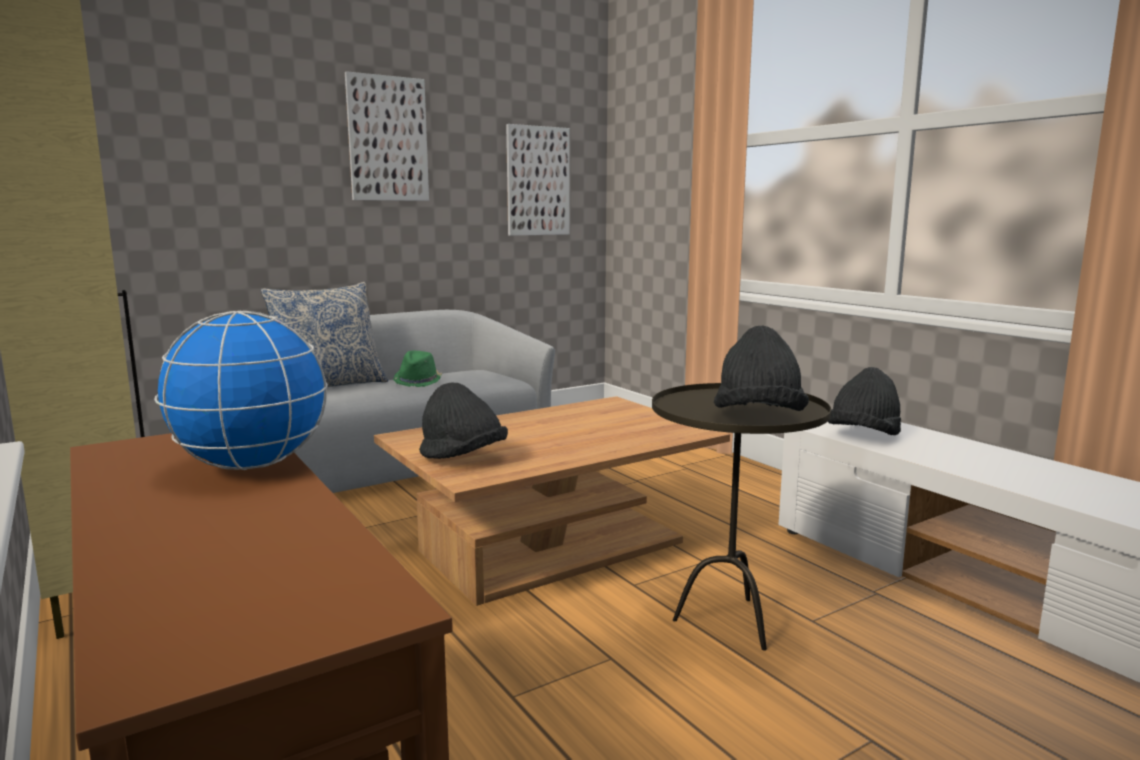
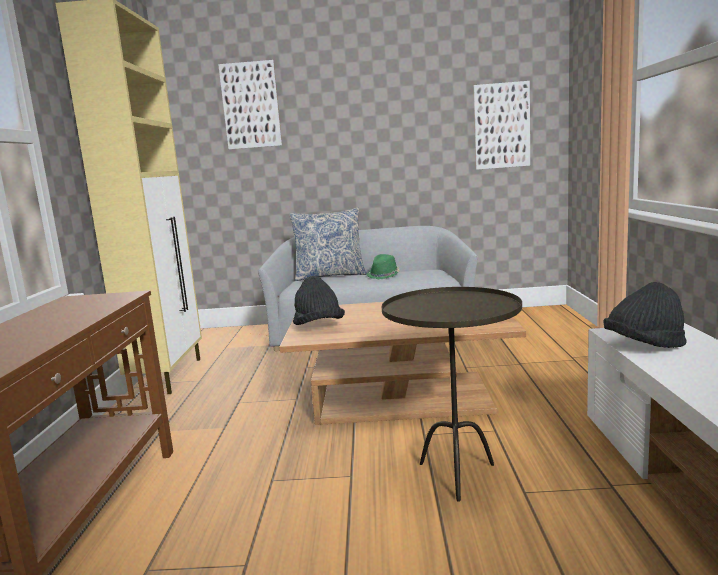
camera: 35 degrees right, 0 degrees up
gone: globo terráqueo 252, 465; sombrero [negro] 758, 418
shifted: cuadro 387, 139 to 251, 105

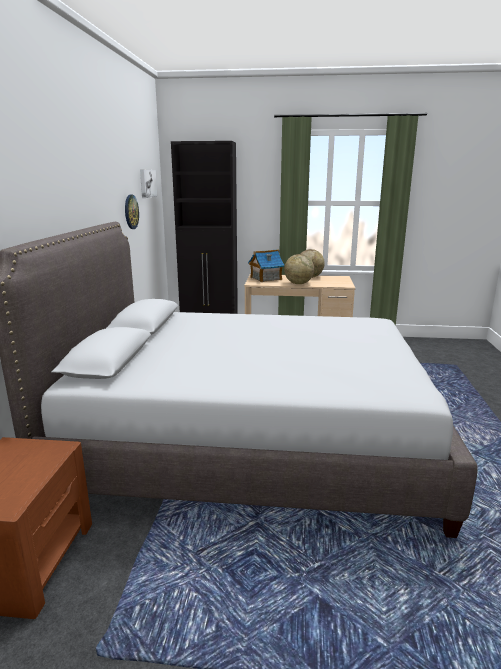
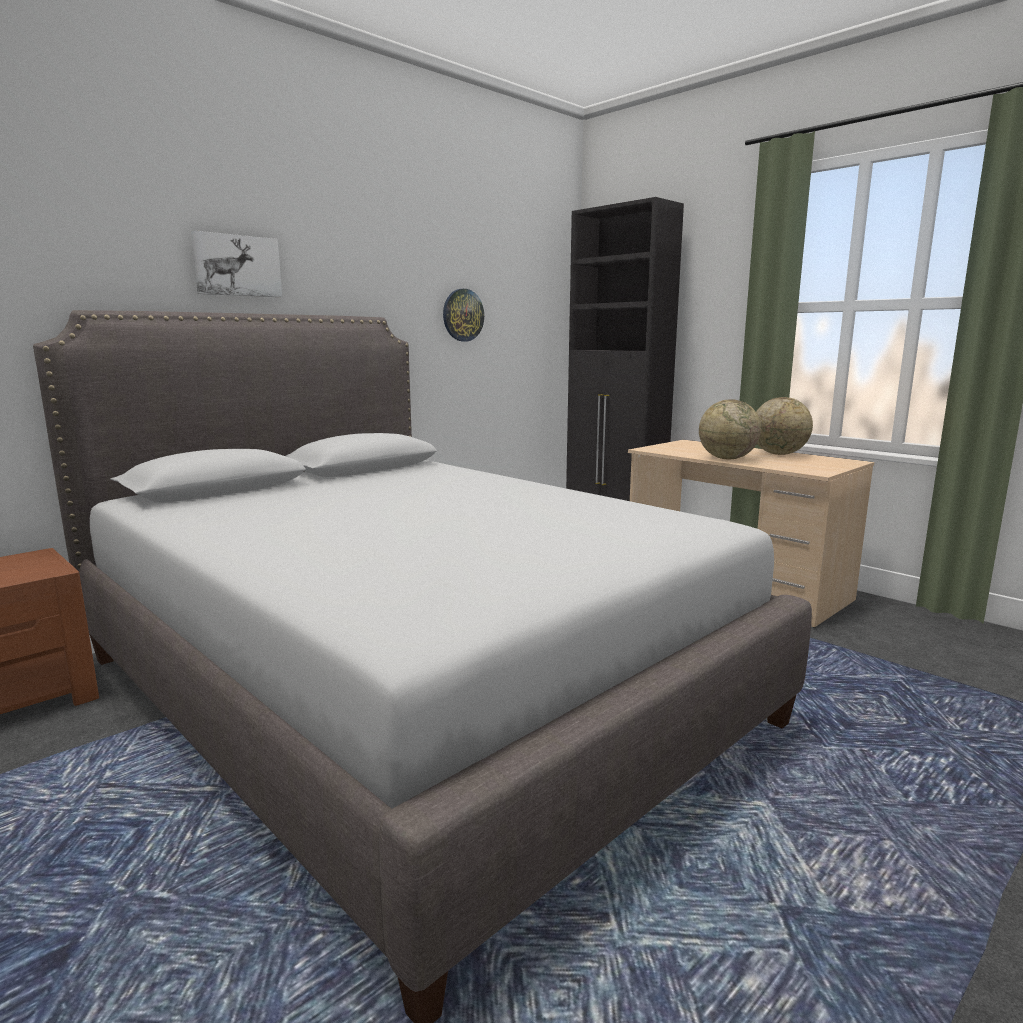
camera: 40 degrees right, 5 degrees down
gone: casita 265, 278
shifted: cuadro 147, 183 to 236, 265

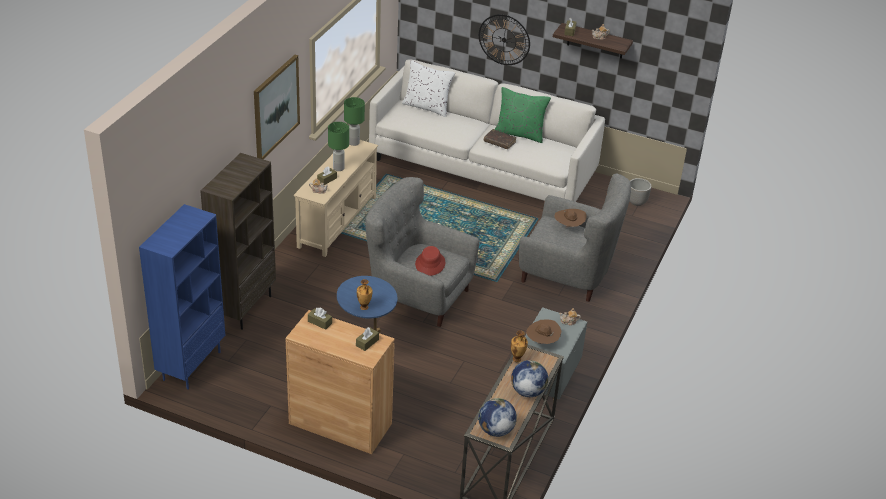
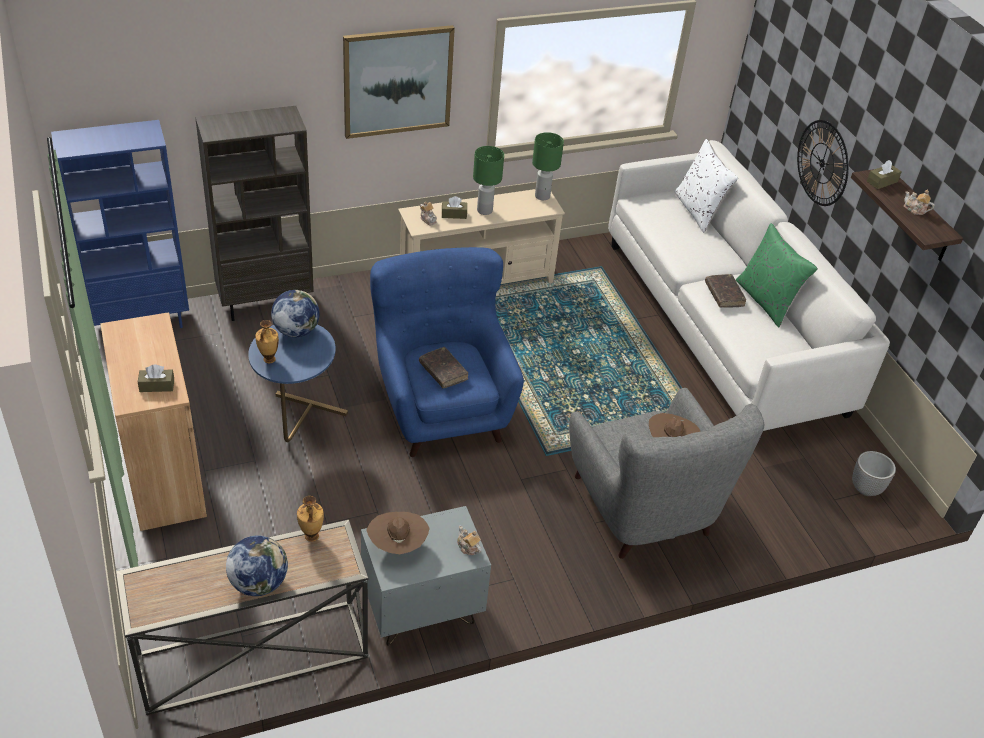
camera: 45 degrees right, 5 degrees up
gone: caja de pañuelos [marrón] 320, 322
shifted: globo terráqueo 495, 430 to 296, 331
swapped: sombrero [rojo] 430, 264 to libro [marrón] 443, 372
repainted: sillón [gris] 418, 295 to sillón [azul] 441, 408

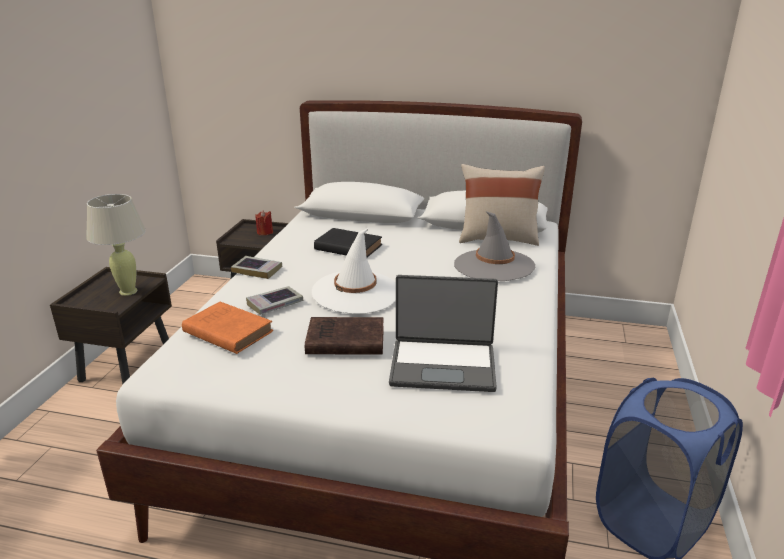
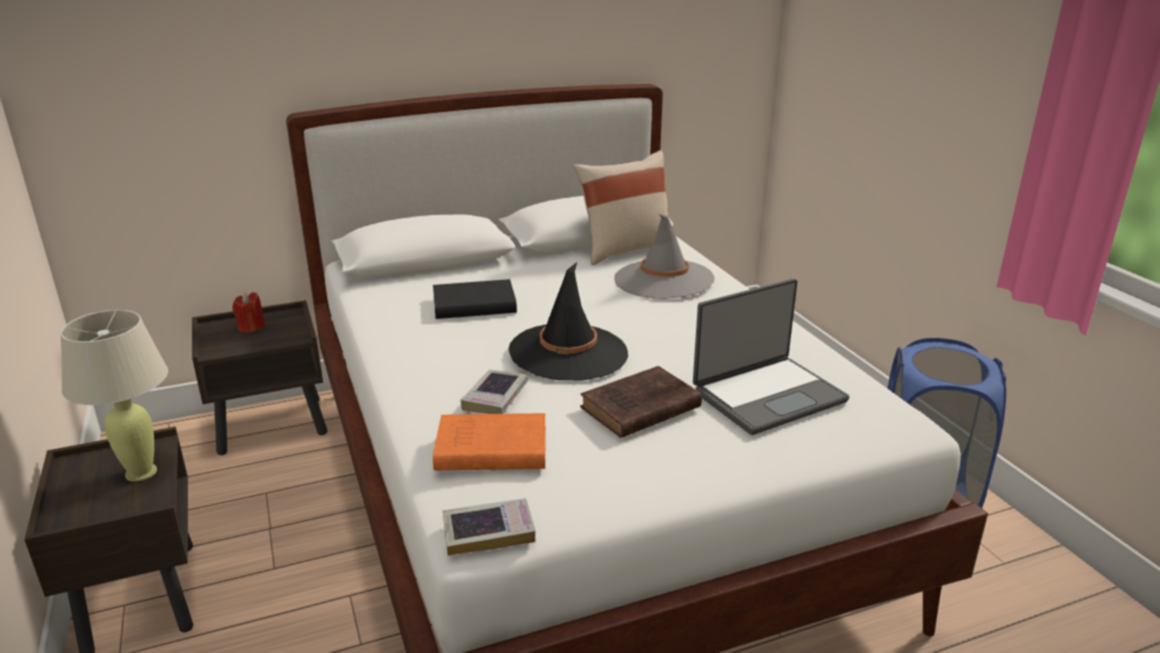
camera: 35 degrees left, 0 degrees up
shifted: libro 257, 270 to 488, 532
repainted: sombrero [blanco] 356, 292 to sombrero [negro] 568, 352

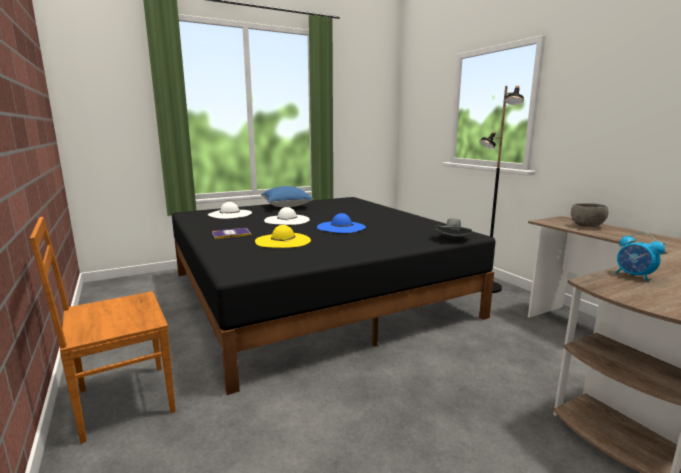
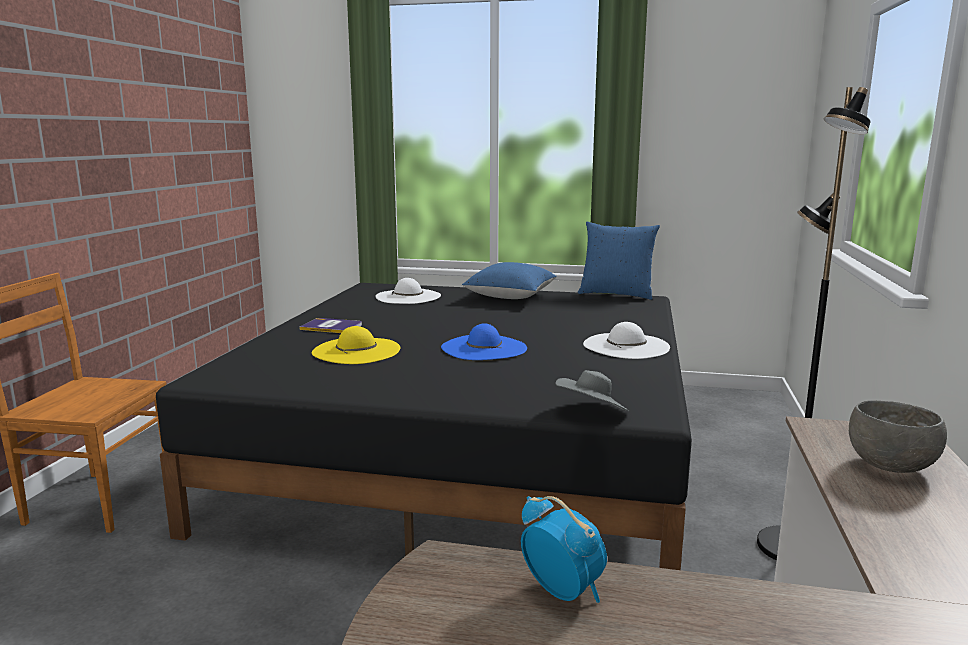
camera: 40 degrees right, 0 degrees up
new: cojín [azul] 616, 294
shifted: sombrero [blanco] 287, 220 to 626, 346
rotated: despertador 634, 276 = 562, 591 135 degrees clockwise

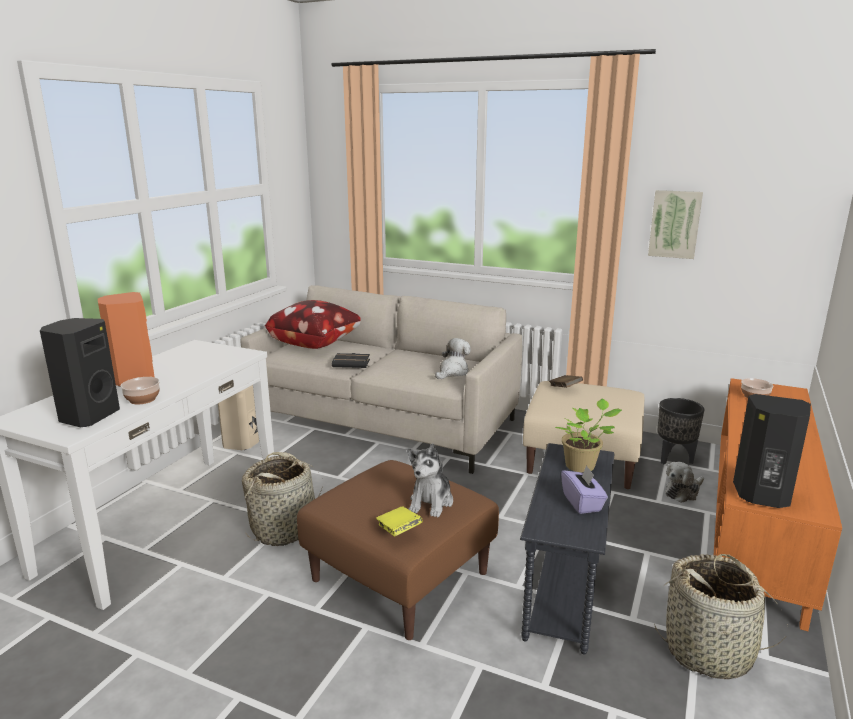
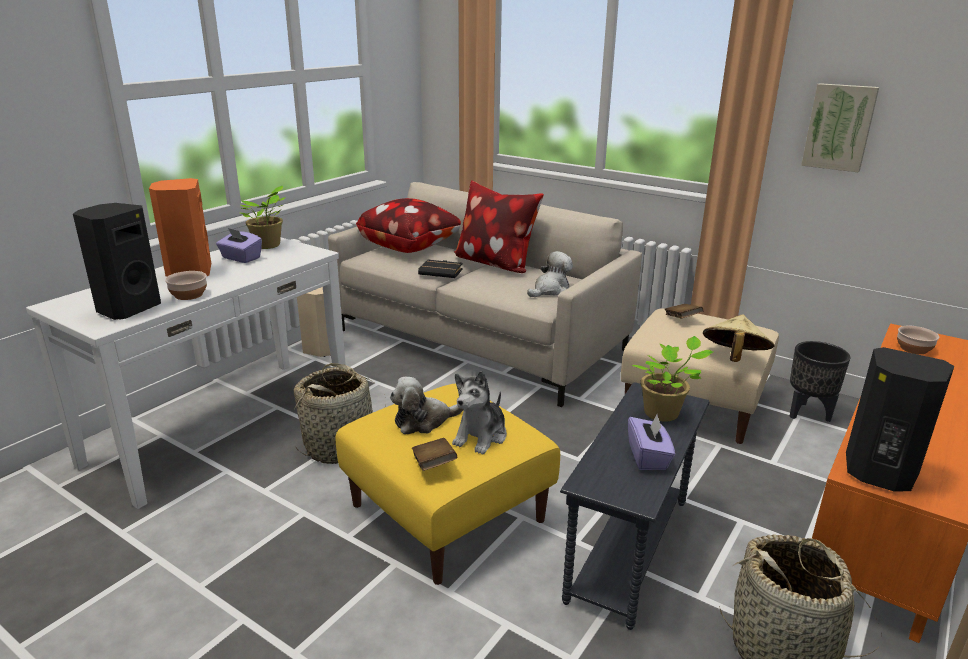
camera: 10 degrees right, 5 degrees up
new: caja de pañuelos [morado] 241, 258; planta en maceta 268, 246; cojín 495, 264; sombrero [beis] 733, 358
shifted: peluche 683, 492 to 424, 421
repainted: puf [marrón] 401, 576 to puf [amarillo] 449, 513; libro [amarillo] 399, 531 to libro [marrón] 434, 465

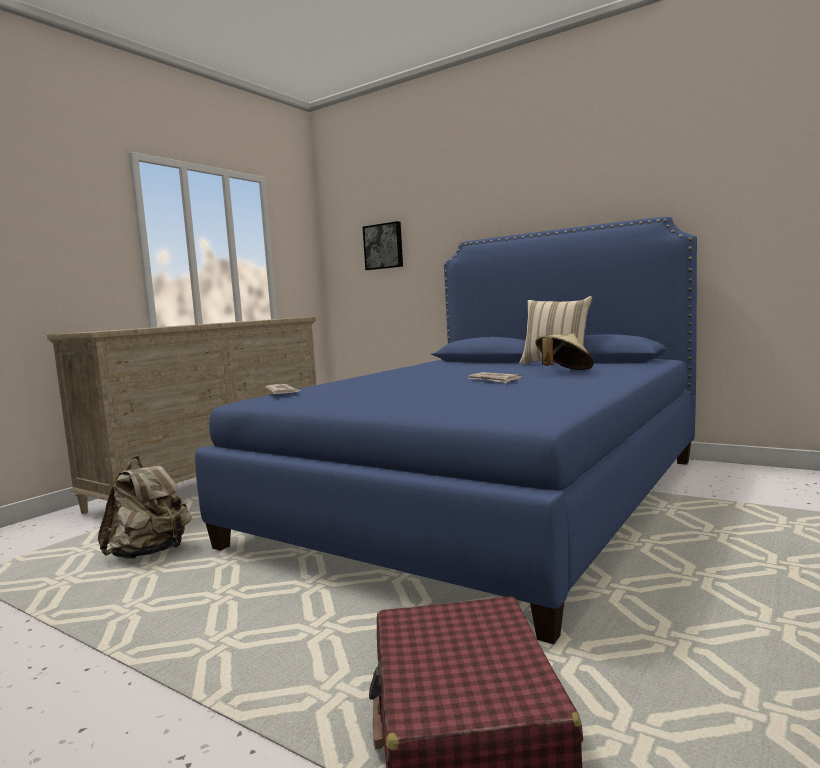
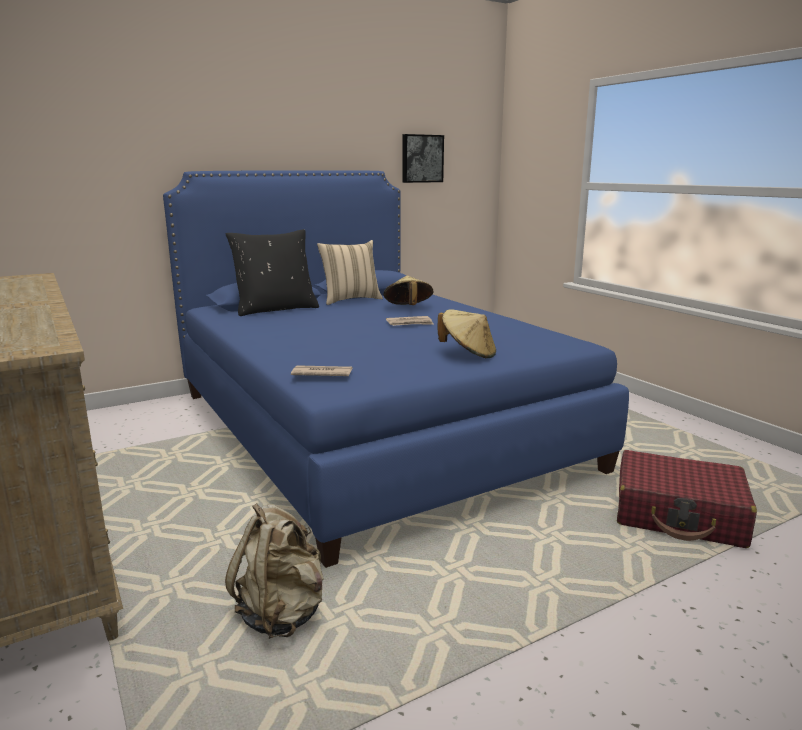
camera: 65 degrees left, 10 degrees up
new: cojín [negro] 275, 309; sombrero [beis] 468, 354
shifted: cuadro 384, 246 to 421, 158

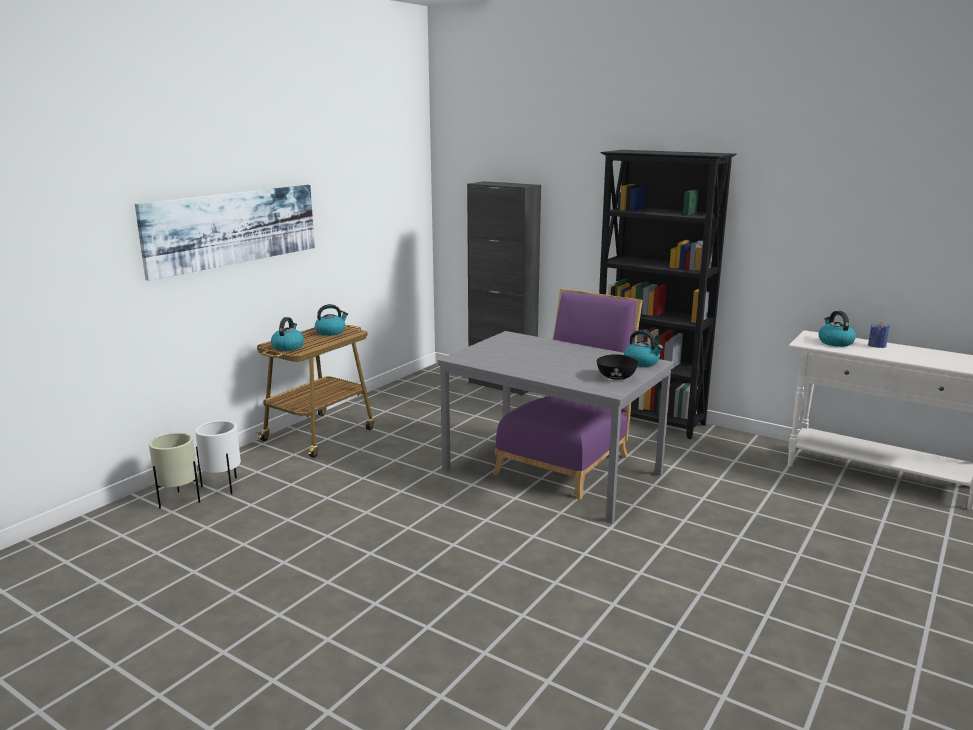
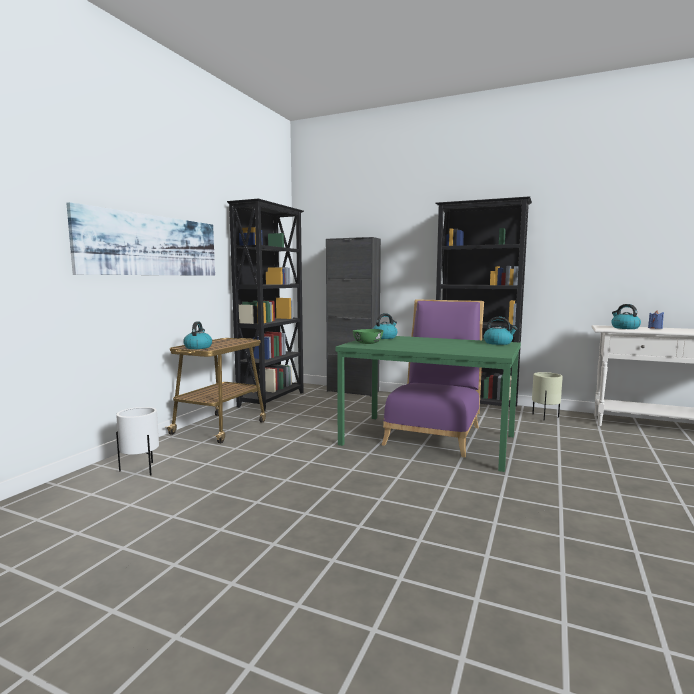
camera: 10 degrees left, 10 degrees down
gone: cuenco [negro] 616, 377
new: estantería [negro] 273, 399; cuenco [verde] 367, 343
shifted: hervidor 331, 332 to 384, 337; maceta [beis] 179, 501 to 545, 417
repainted: mesa de comedor [gris] 550, 472 to mesa de comedor [verde] 426, 440

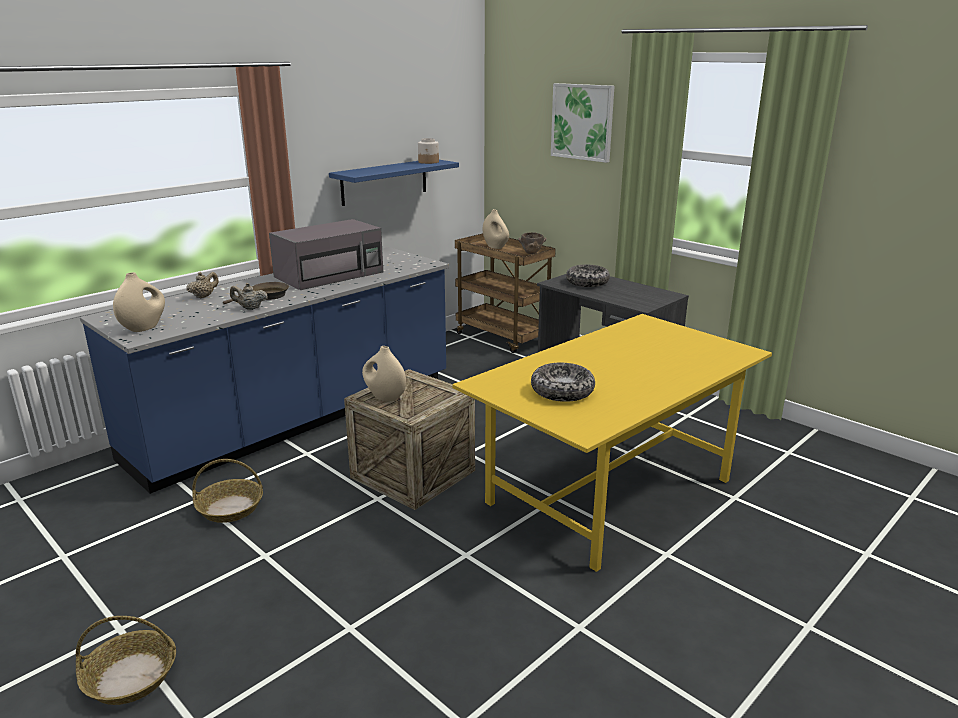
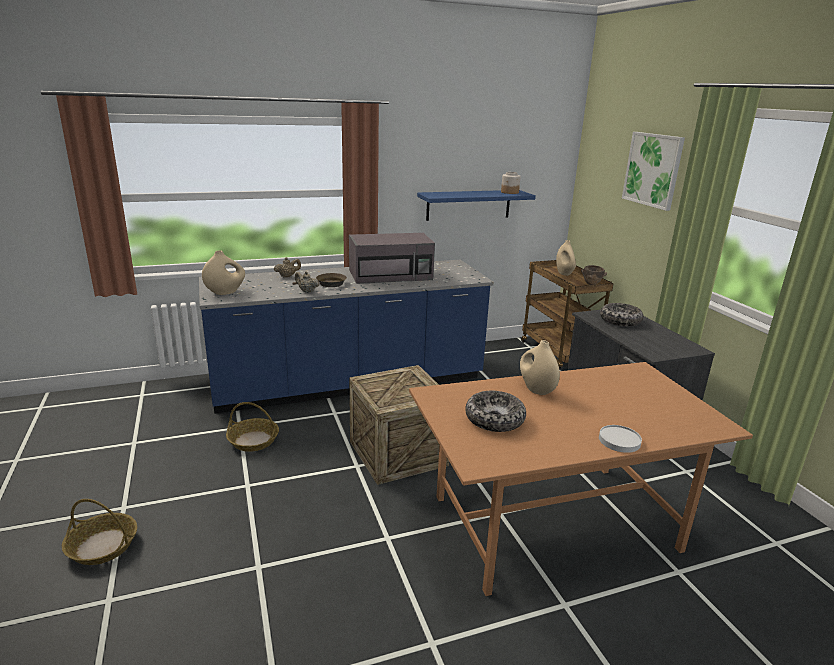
camera: 25 degrees right, 0 degrees up
new: plato [blanco] 619, 441
shifted: florero [beis] 385, 397 to 536, 389
repainted: mesa de comedor [amarillo] 610, 492 to mesa de comedor [marrón] 553, 524

